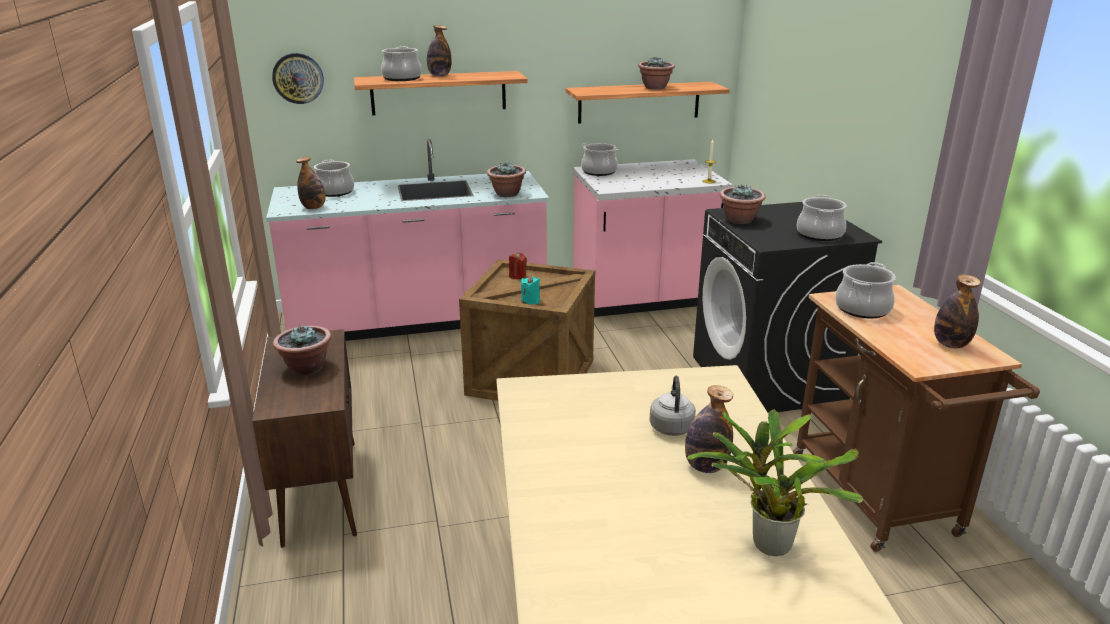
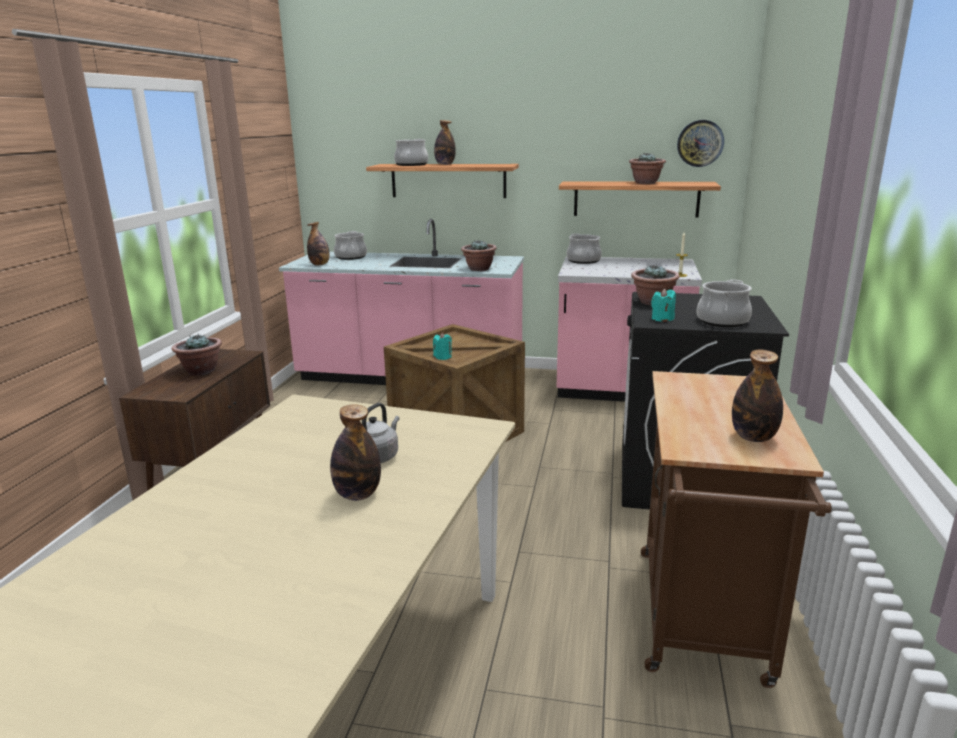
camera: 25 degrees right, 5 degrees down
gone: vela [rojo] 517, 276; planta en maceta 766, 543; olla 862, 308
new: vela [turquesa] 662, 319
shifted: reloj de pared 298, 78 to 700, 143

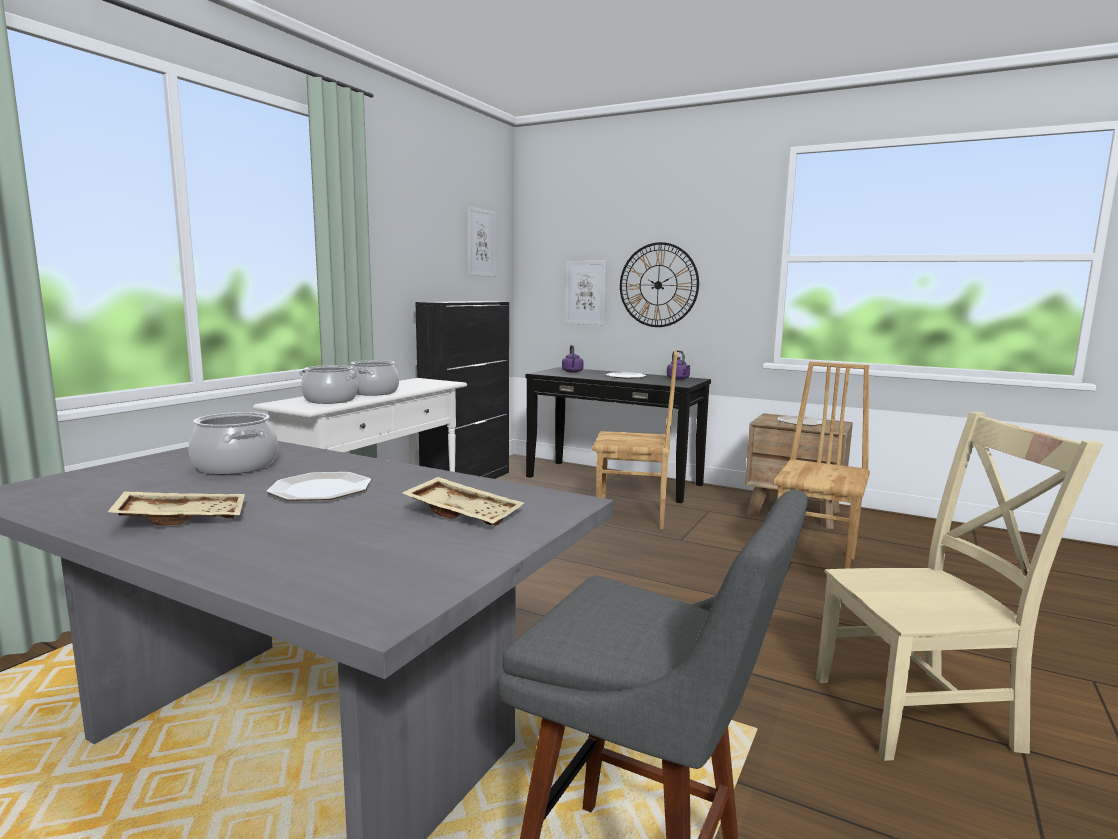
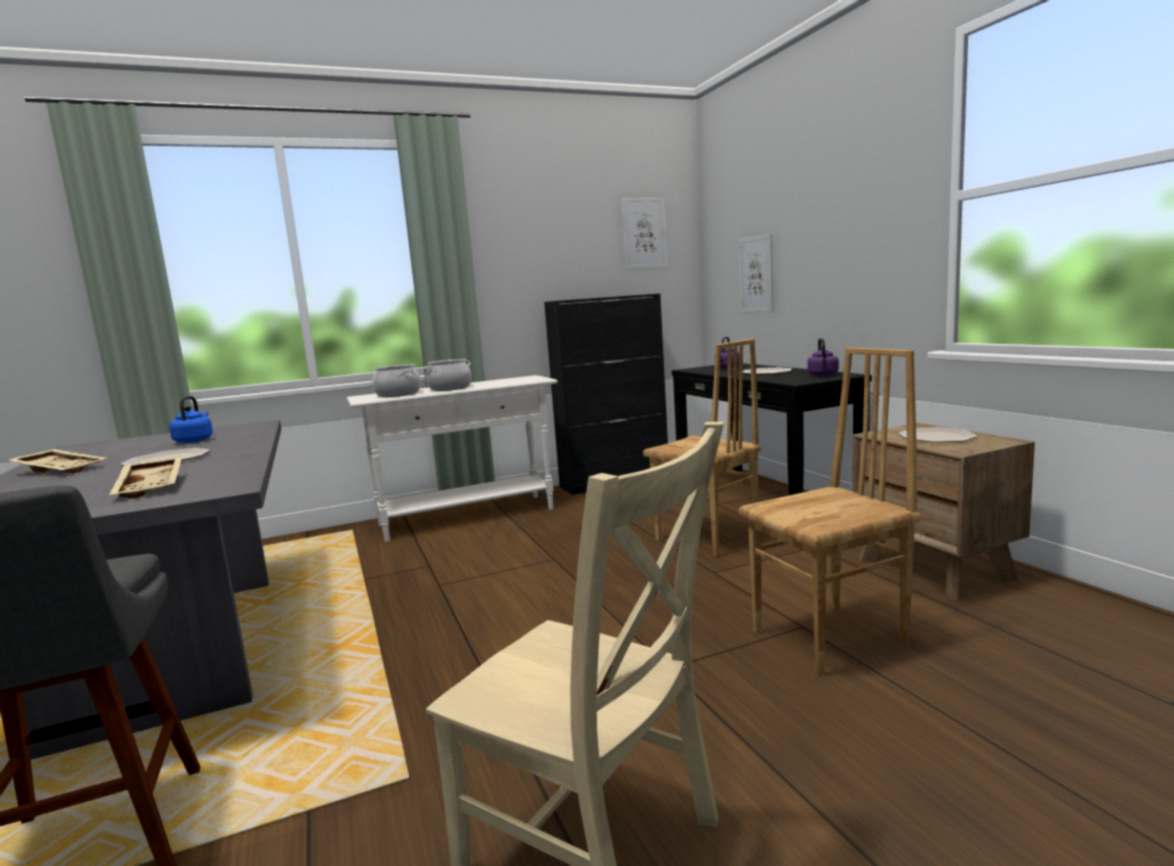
camera: 40 degrees right, 0 degrees up
gone: reloj de pared 658, 285
swapped: olla 235, 466 to hervidor [azul] 195, 440

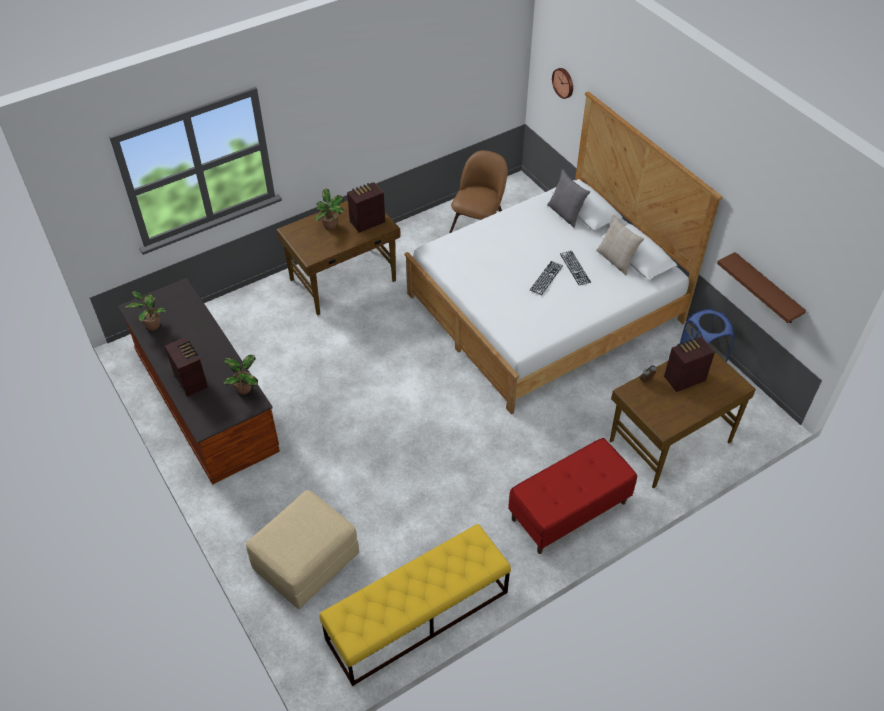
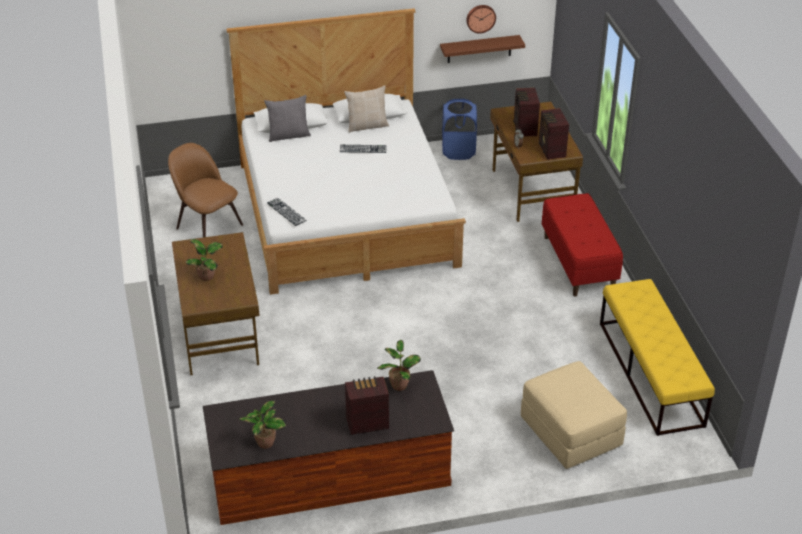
camera: 70 degrees left, 10 degrees down
shifted: teclado 546, 278 to 286, 211; reloj de pared 564, 82 to 480, 18; radio 366, 222 to 551, 150

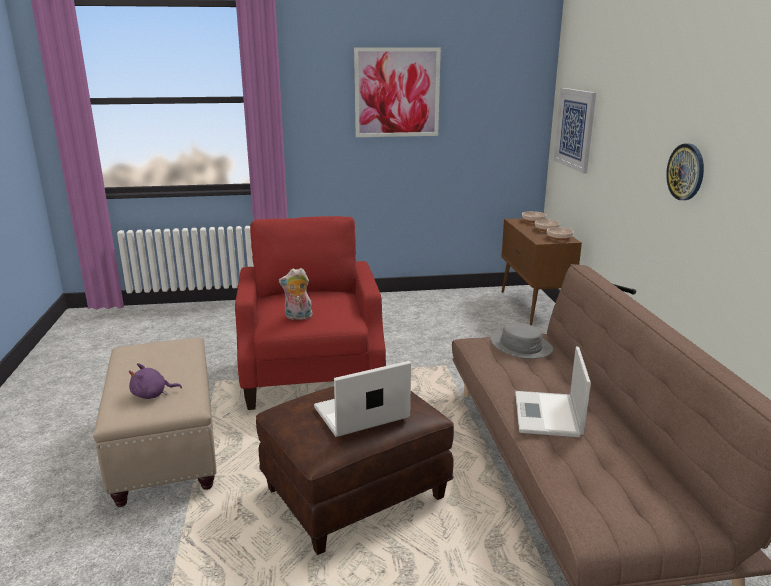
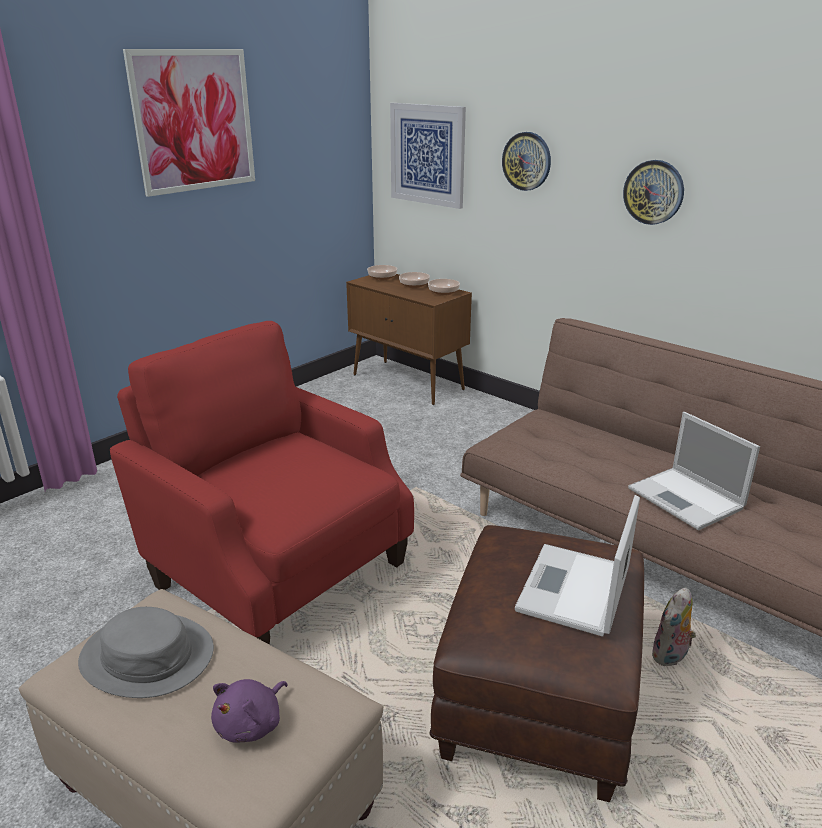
camera: 40 degrees left, 5 degrees up
new: reloj de pared 527, 161
shifted: sombrero [gris] 521, 346 to 148, 656; peluche 298, 317 to 670, 657

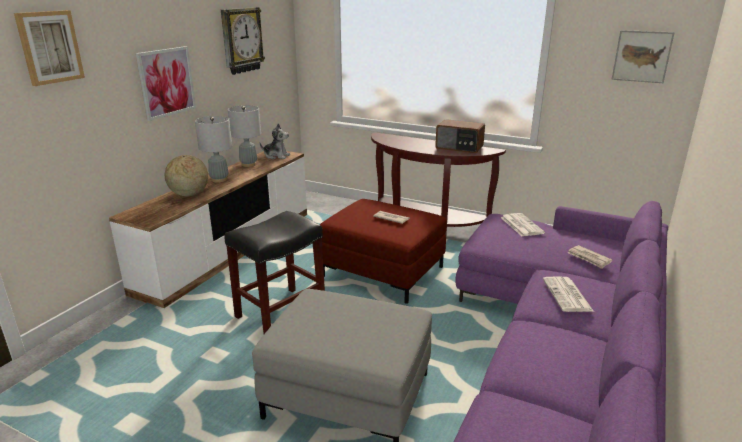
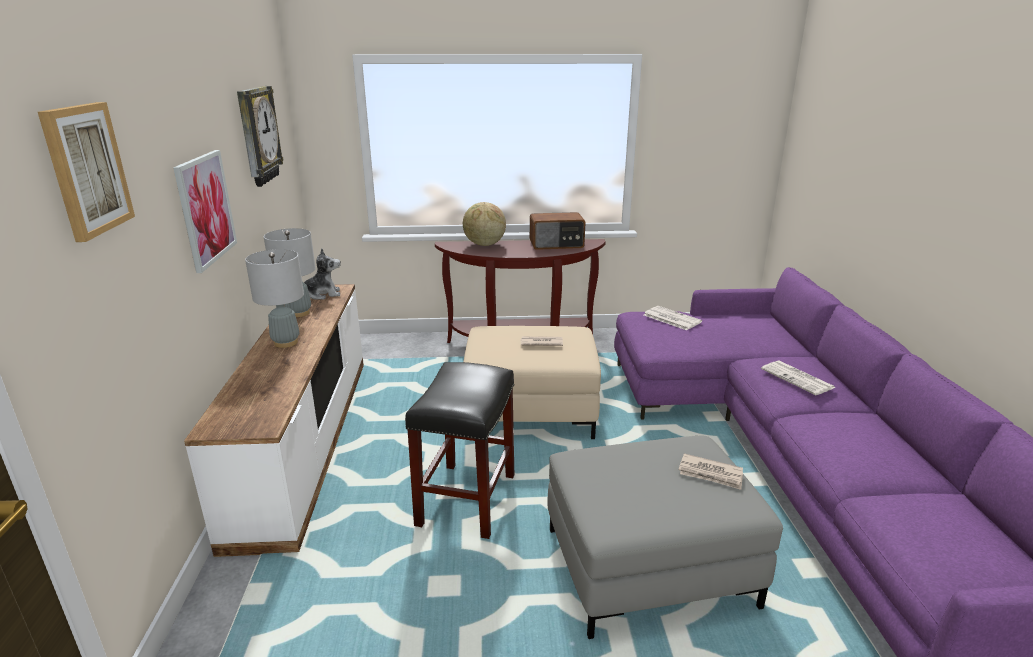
camera: 30 degrees left, 0 degrees up
gone: cuadro 641, 56
shifted: globo terráqueo 189, 195 to 484, 245; periódico 589, 258 to 711, 474
repainted: puf [rojo] 383, 272 to puf [beis] 531, 411

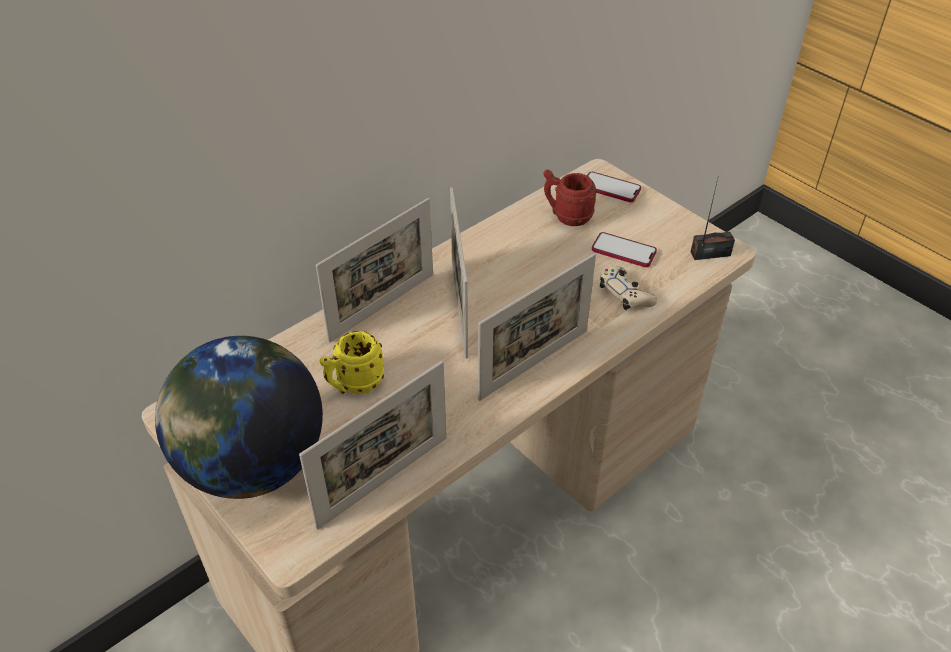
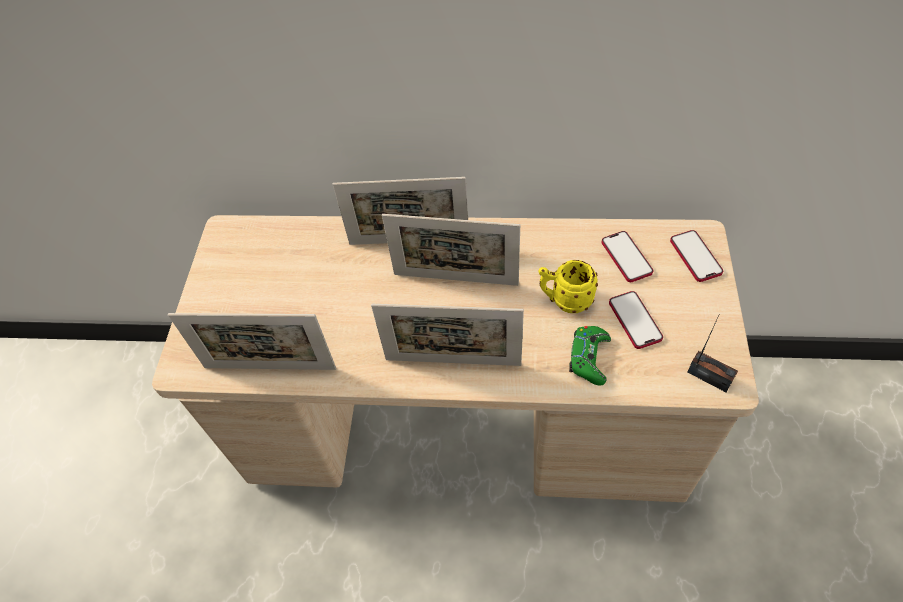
camera: 50 degrees right, 10 degrees up
gone: globo terráqueo 253, 464
shifted: taza grande [amarillo] 354, 385 to 565, 300
swapped: taza grande [rojo] 566, 216 to móvil 626, 257
repainted: mando de consola [beis] 625, 294 to mando de consola [verde] 589, 358
rotated: portarretratos 459, 308 = 455, 279 120 degrees counterclockwise

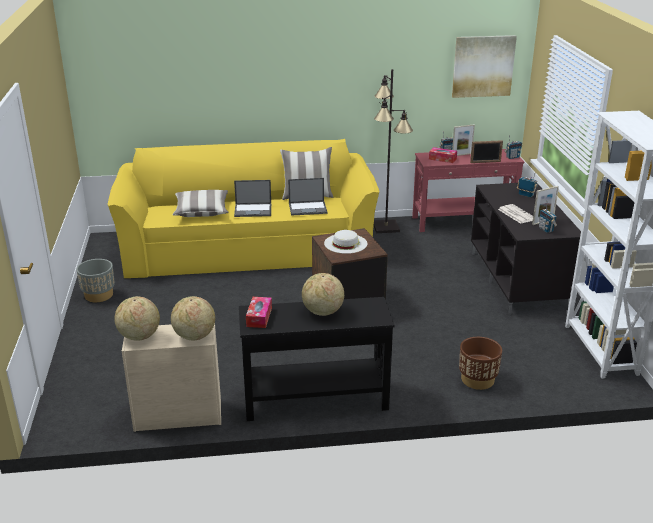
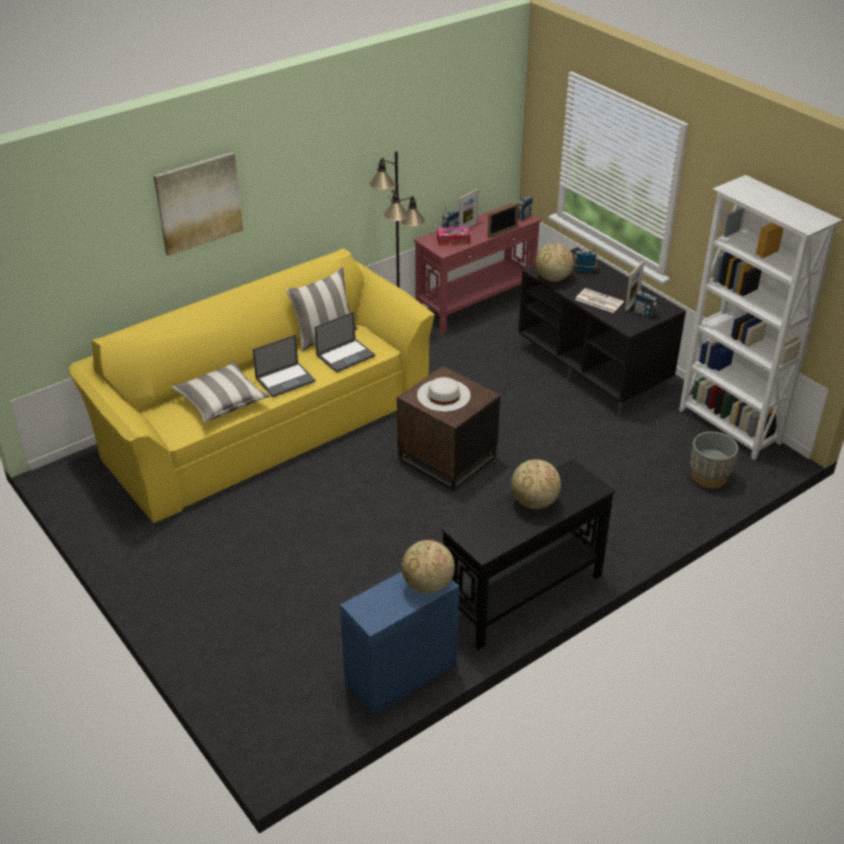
camera: 30 degrees left, 10 degrees up
gone: caja de pañuelos 259, 317; maceta [marrón] 477, 380
shifted: cuadro 483, 66 to 198, 202; globo terráqueo 139, 336 to 552, 278; maceta [gris] 99, 295 to 709, 477
repainted: cómoda [beis] 177, 415 to cómoda [azul] 400, 675

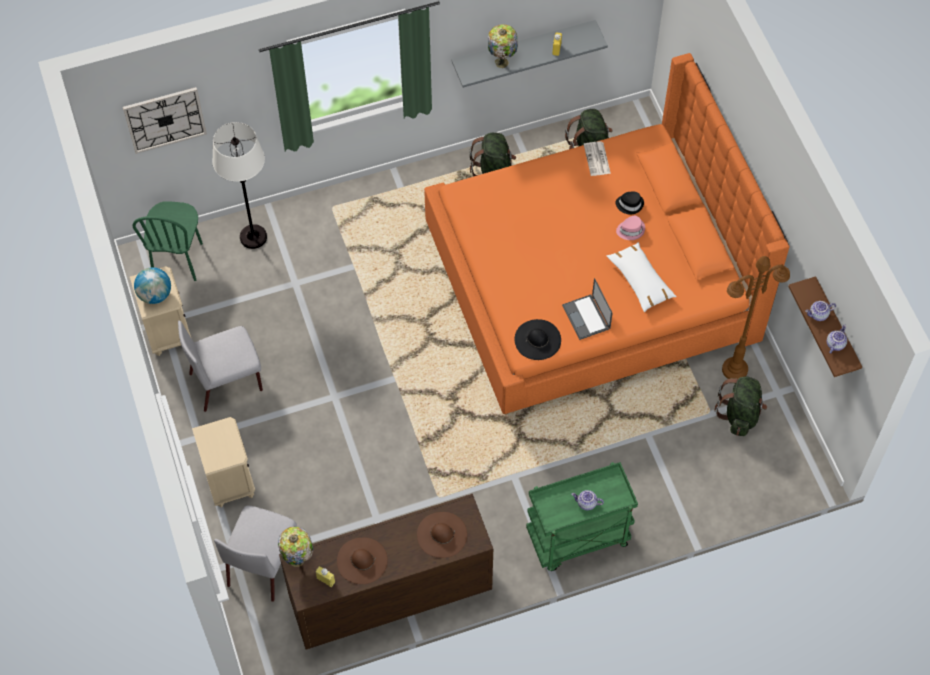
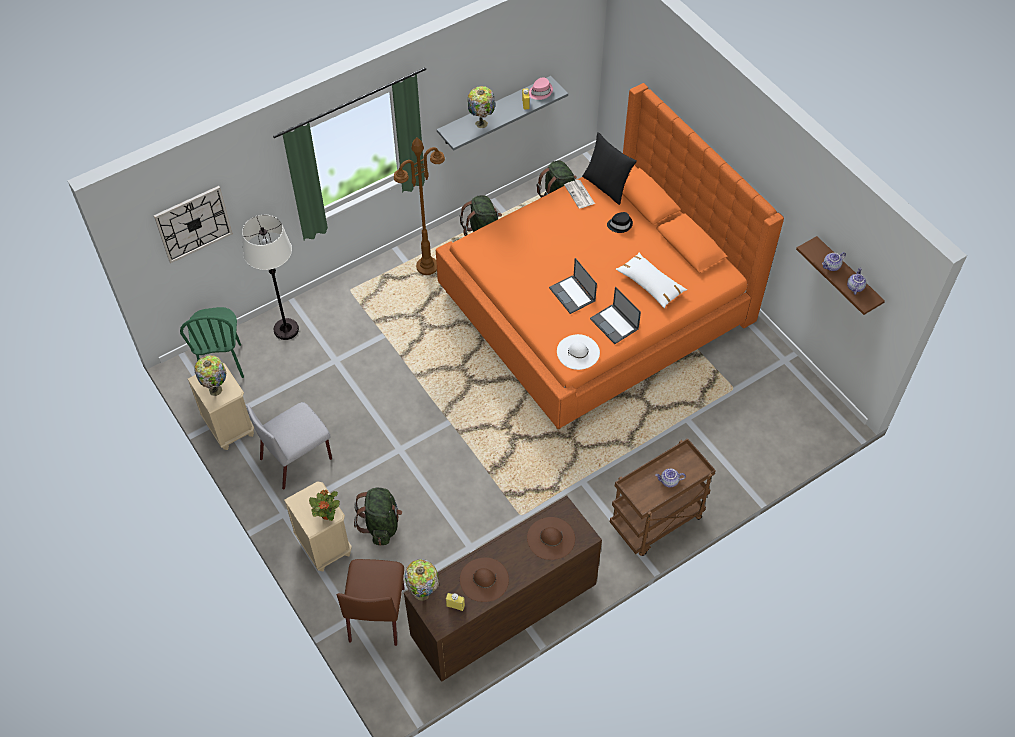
camera: 15 degrees left, 5 degrees down
new: planta en maceta 327, 514; portátil 572, 295; cojín [negro] 606, 186
shifted: mochila [verde] 740, 414 to 381, 524; lámpara de pie [marrón] 735, 369 to 427, 266; sombrero [rosa] 630, 229 to 540, 91
swapped: globo terráqueo 155, 295 to lámpara de mesa 216, 389
repainted: silla [gris] 263, 563 to silla [marrón] 377, 613; sombrero [negro] 537, 339 to sombrero [blanco] 578, 352; carrito [verde] 577, 539 to carrito [marrón] 656, 523

